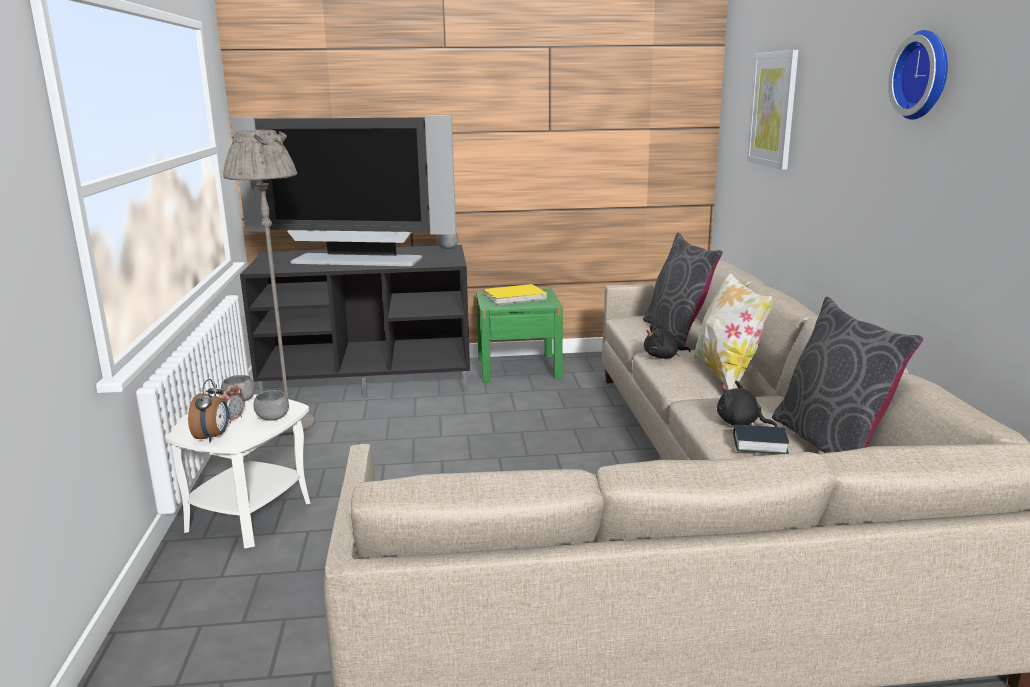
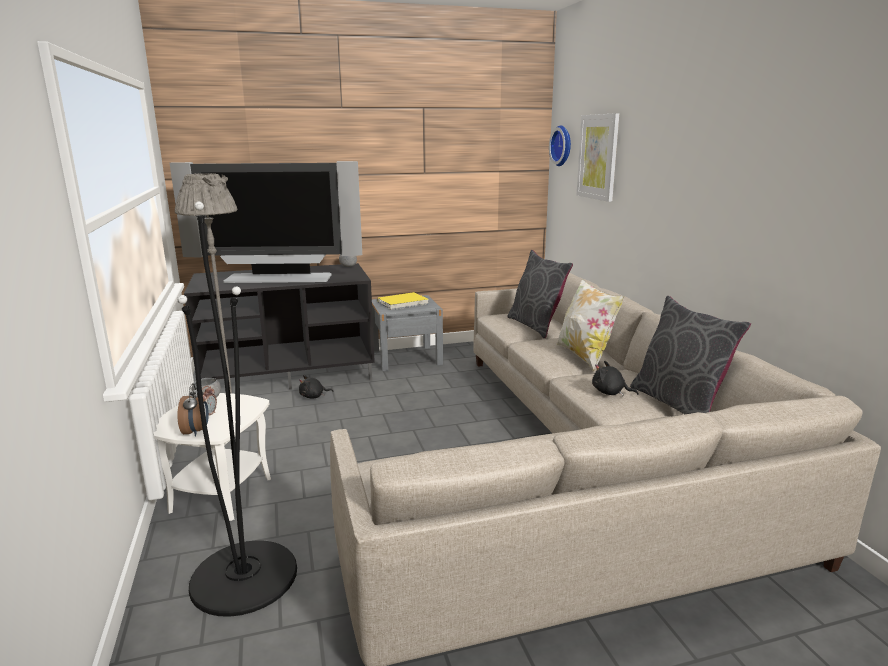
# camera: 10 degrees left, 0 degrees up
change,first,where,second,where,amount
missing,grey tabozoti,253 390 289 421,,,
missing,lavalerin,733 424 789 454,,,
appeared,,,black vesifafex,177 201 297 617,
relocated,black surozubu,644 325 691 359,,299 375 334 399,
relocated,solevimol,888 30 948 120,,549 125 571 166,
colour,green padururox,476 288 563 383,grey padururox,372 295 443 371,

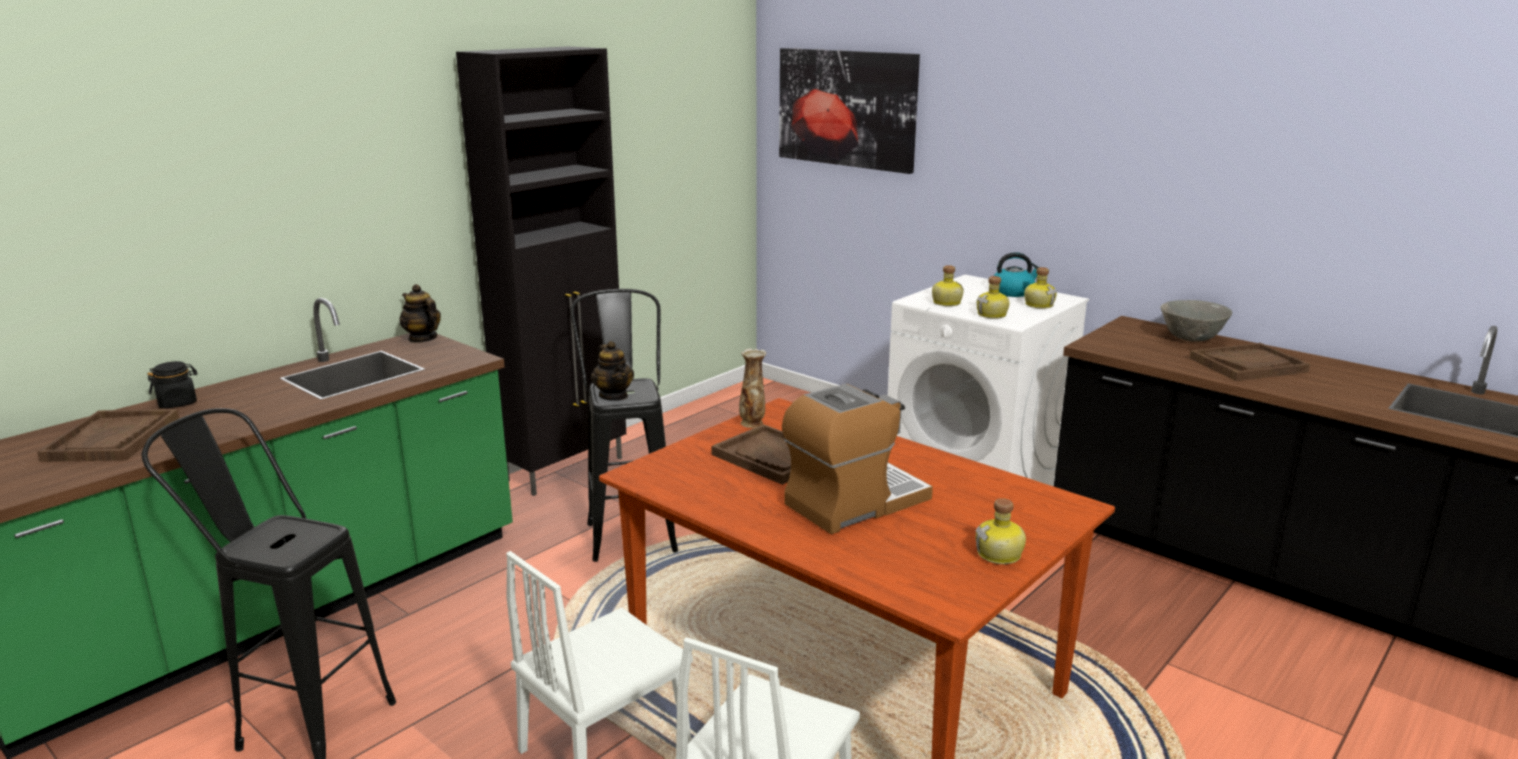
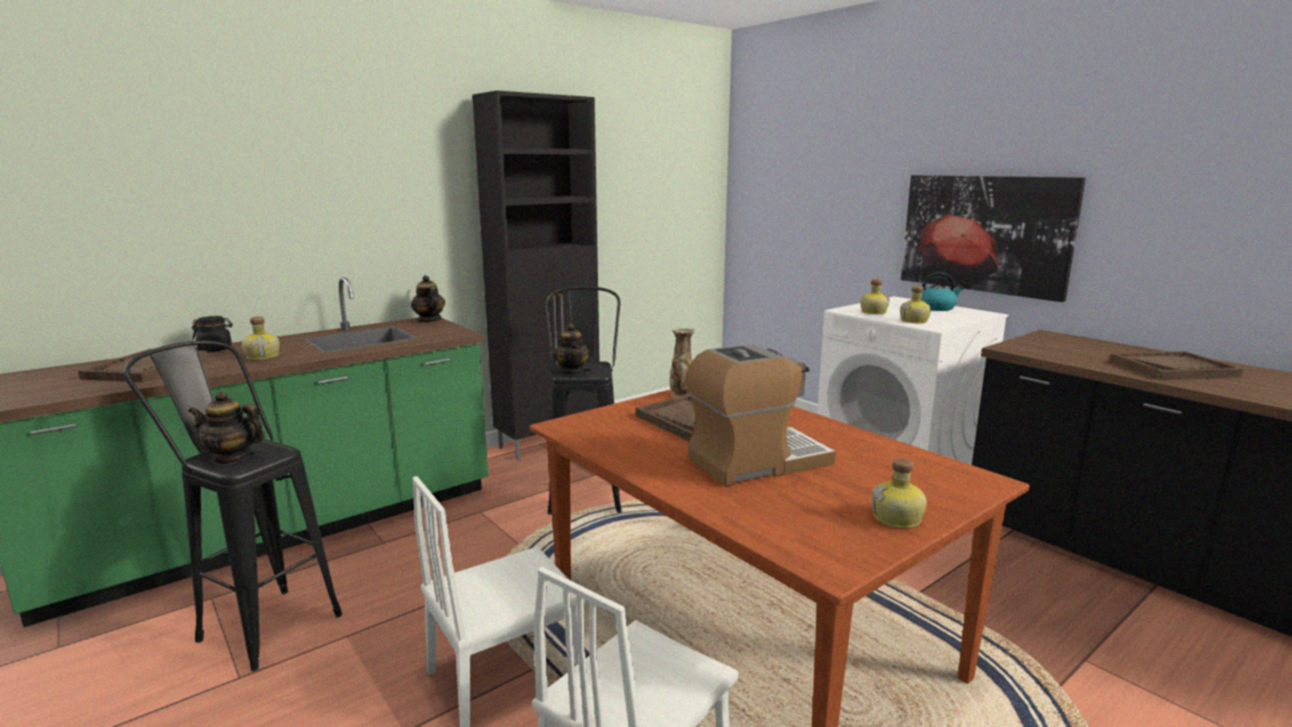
# camera: 10 degrees right, 5 degrees down
change,first,where,second,where,amount
missing,grey tabozoti,1160 300 1232 342,,,
appeared,,,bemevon,188 391 265 465,
relocated,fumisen,779 48 920 174,,901 175 1086 302,
relocated,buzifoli,1024 267 1057 309,,242 316 280 360,

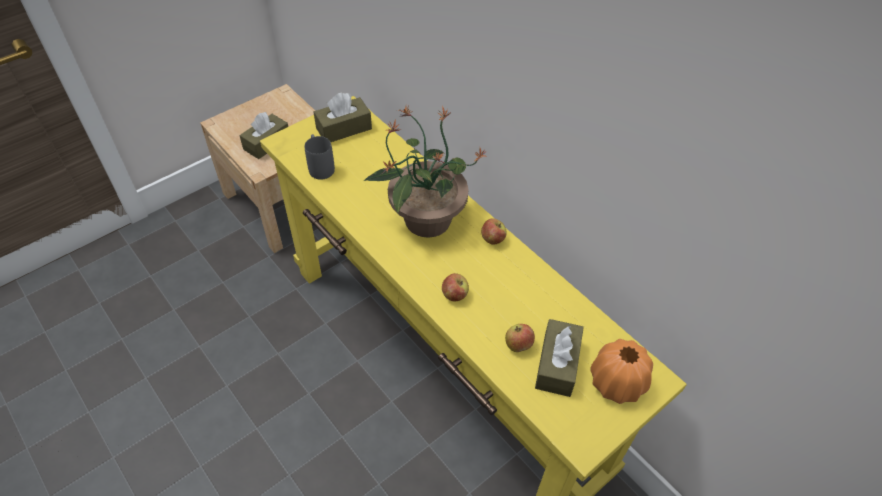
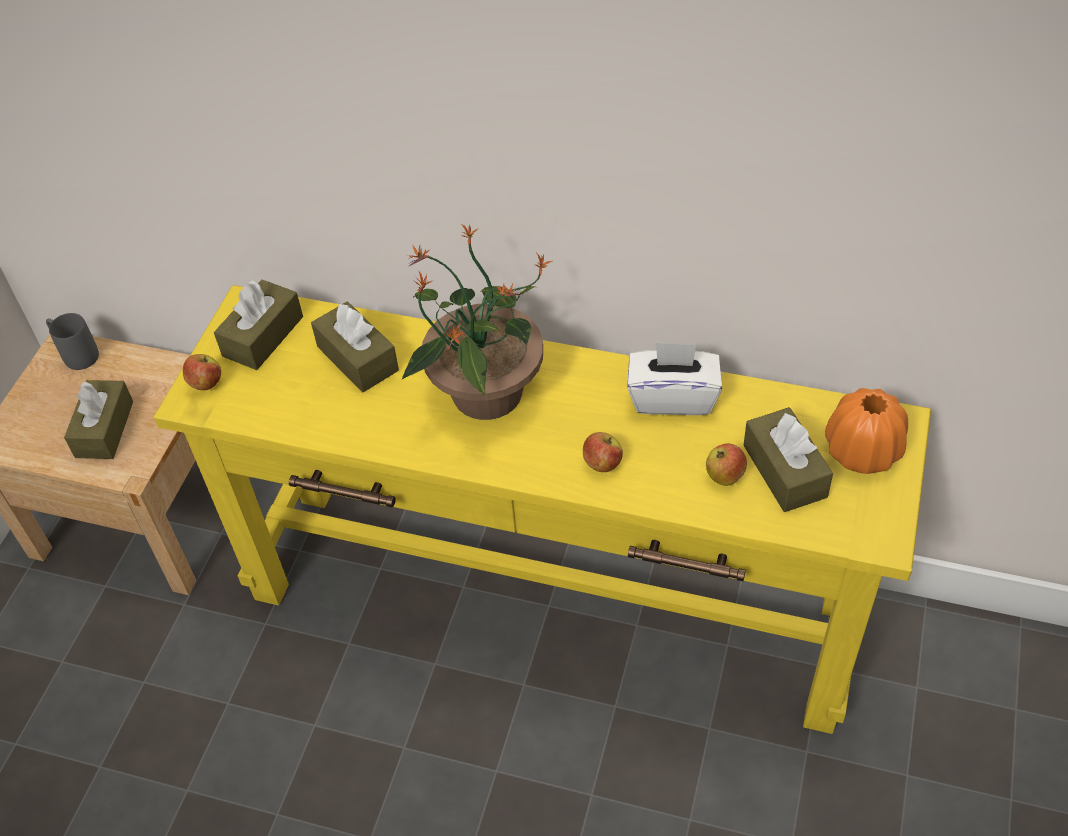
# camera: 30 degrees left, 0 degrees up
change,first,where,second,where,amount
appeared,,,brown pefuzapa,311 302 399 392,
appeared,,,white pefuzapa,627 342 722 415,
relocated,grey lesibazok,304 134 335 180,,46 313 99 370,
relocated,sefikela,481 218 507 245,,183 354 221 390,

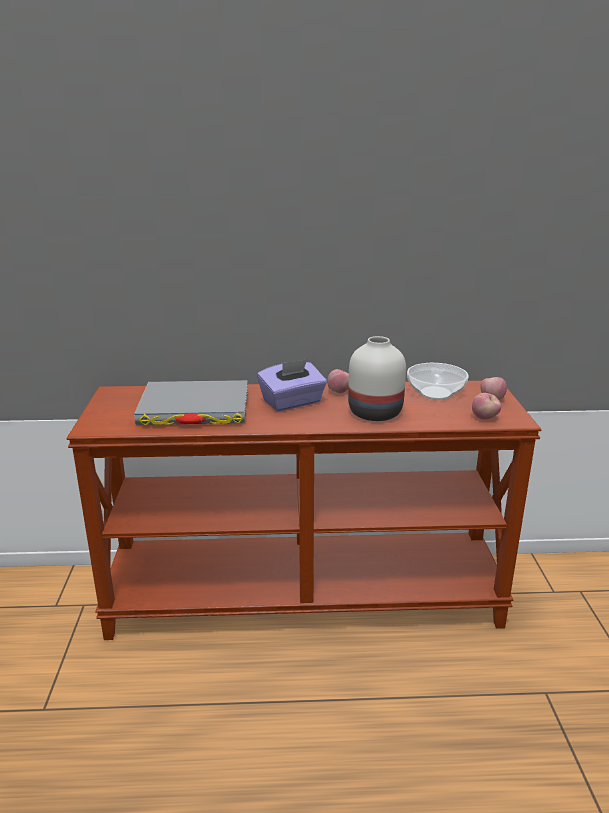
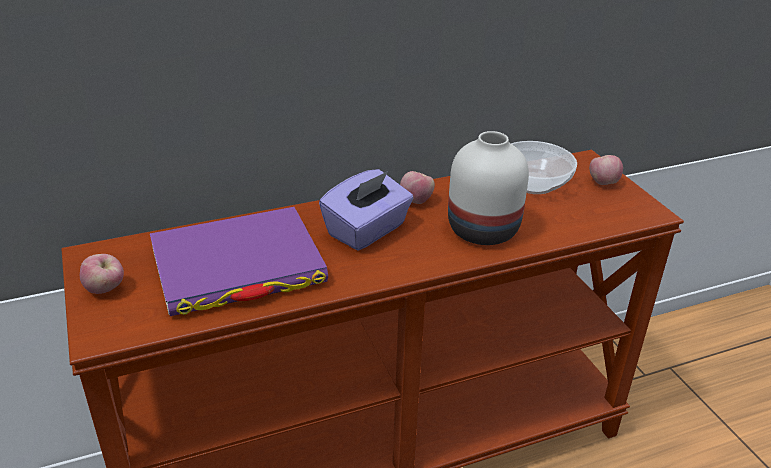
# camera: 20 degrees left, 10 degrees up
change,first,where,second,where,amount
relocated,sefikela,472 393 501 419,,80 254 124 294,
colour,grey lavalerin,134 380 248 425,purple lavalerin,150 207 328 316,

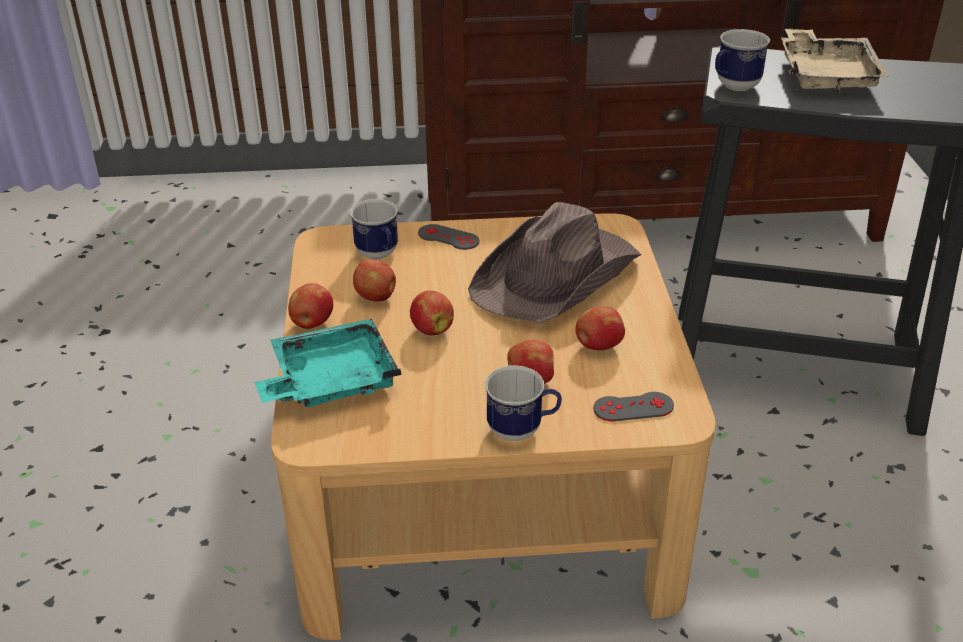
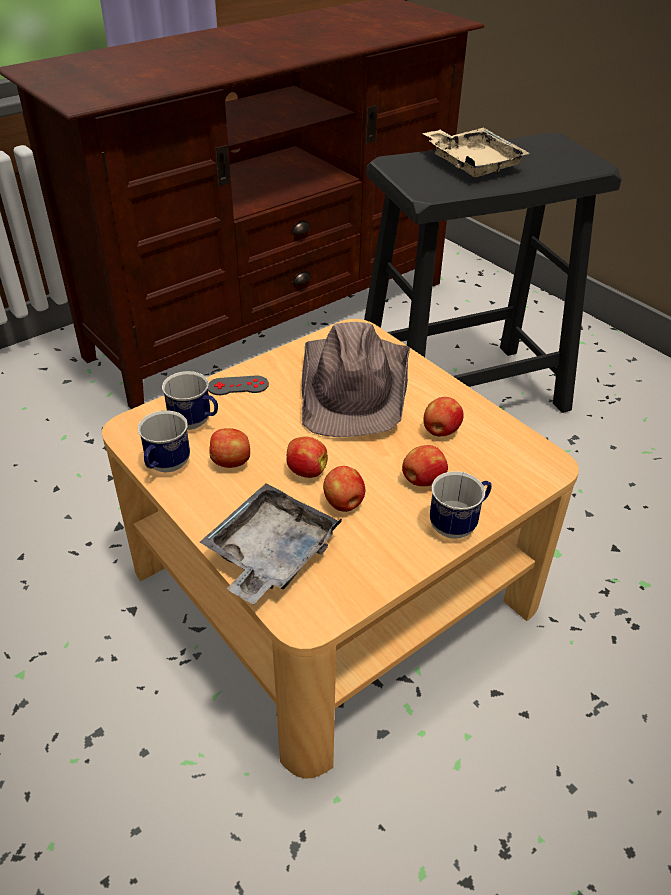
# camera: 35 degrees left, 5 degrees up
change,first,where,second,where,amount
missing,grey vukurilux,593 392 674 421,,,
relocated,sefikela,288 283 333 329,,323 466 365 512,
relocated,lesibazok,715 29 770 91,,138 410 190 472,
colour,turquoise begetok,255 319 402 408,grey begetok,199 483 342 605,

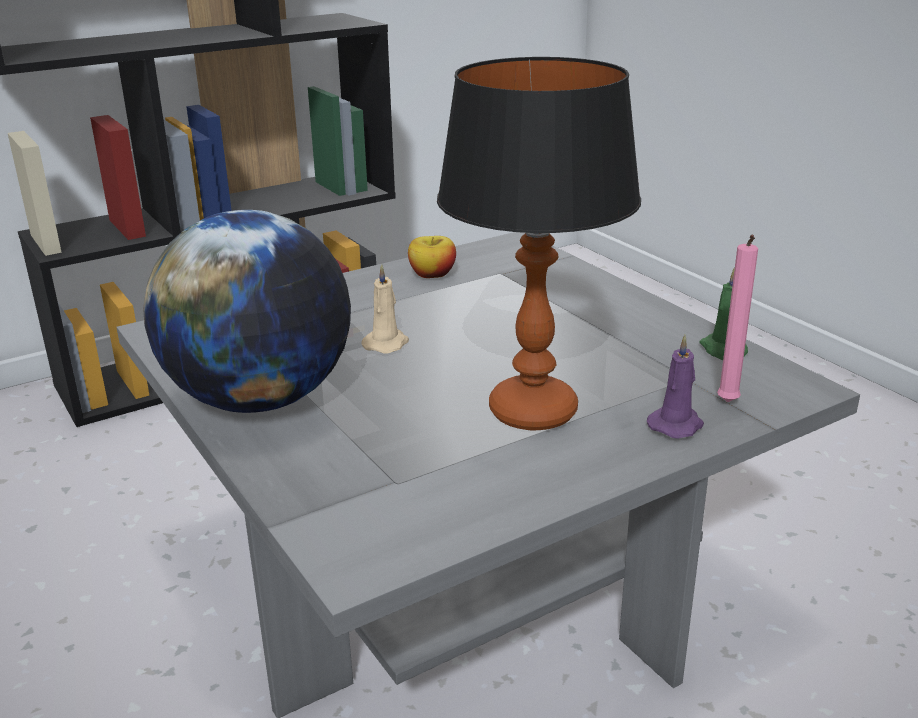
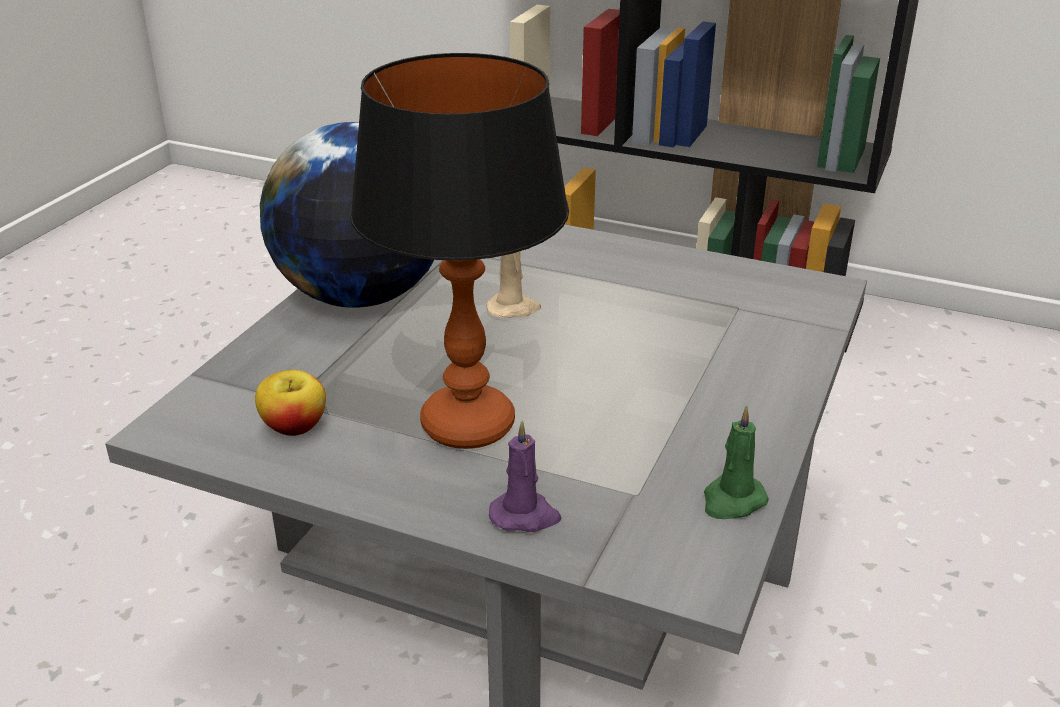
# camera: 55 degrees right, 5 degrees up
change,first,where,second,where,amount
missing,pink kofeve,717 235 758 402,,,
relocated,sefikela,408 236 456 278,,255 370 326 436,

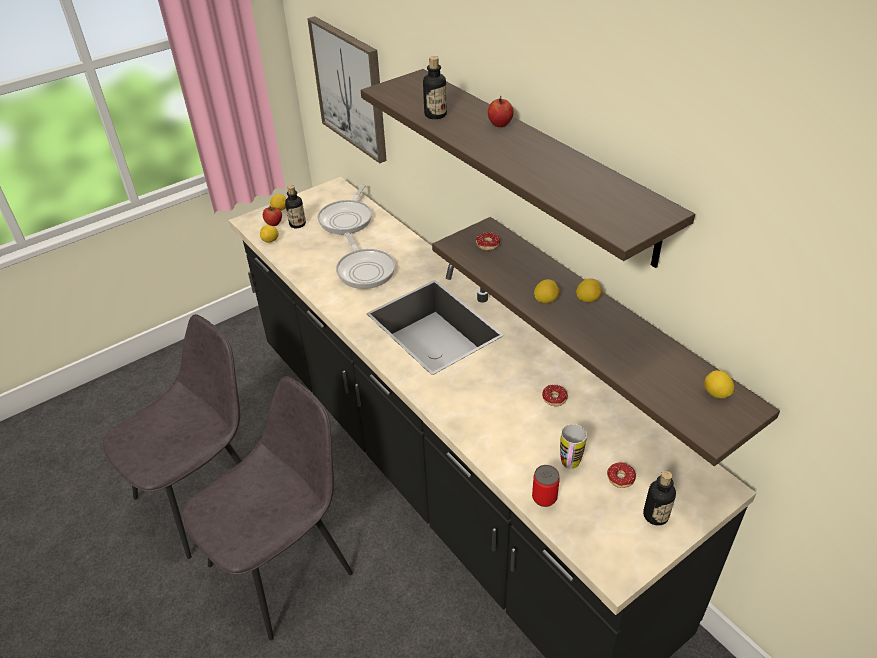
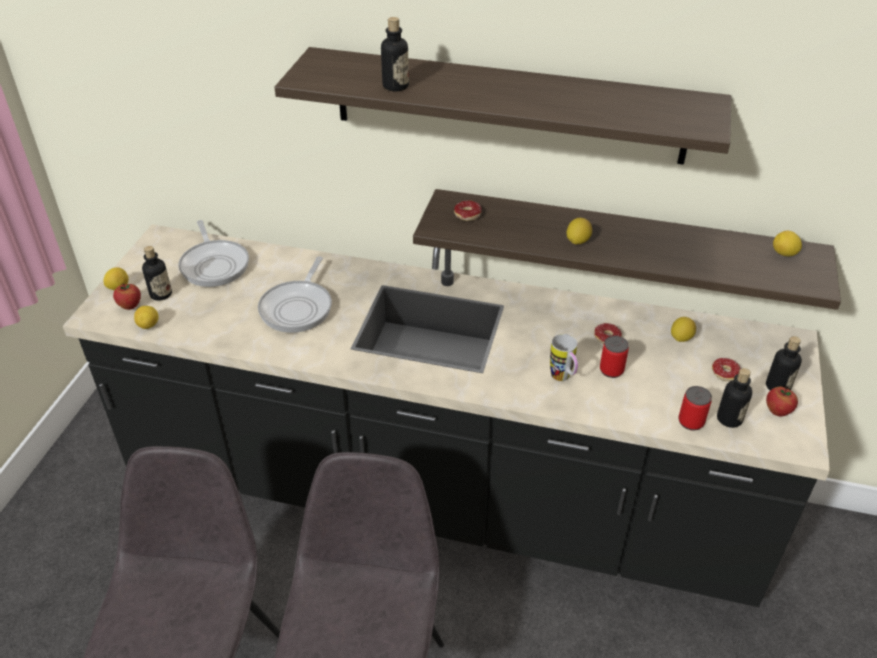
# camera: 40 degrees left, 0 degrees up
change,first,where,second,where,amount
missing,fumisen,307 16 387 163,,,
appeared,,,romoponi,600 336 629 378,
appeared,,,buzifoli,717 368 752 428,
relocated,sefikela,488 96 514 127,,766 387 798 416,
relocated,lesibazok,560 424 587 469,,550 334 578 381,
relocated,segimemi,576 278 602 302,,671 317 696 342,
spun,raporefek,336 232 395 289,,258 256 332 333,75 degrees clockwise

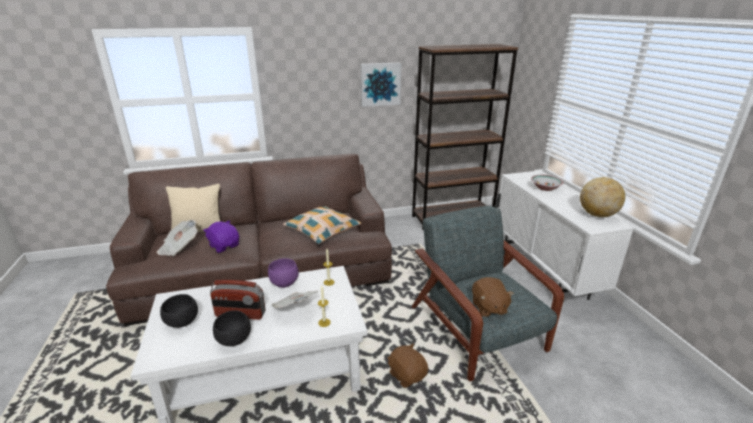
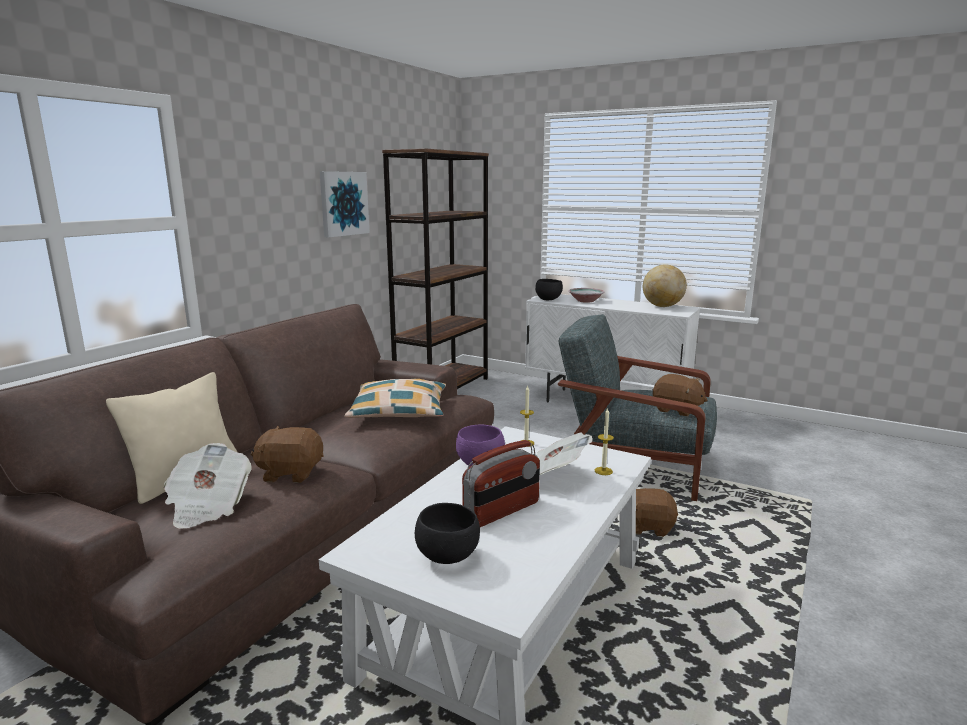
# camera: 45 degrees left, 10 degrees down
change,first,where,second,where,amount
relocated,black tabozoti,213 310 251 346,,535 279 563 300,
colour,purple surozubu,203 220 239 253,brown surozubu,251 426 323 483,

